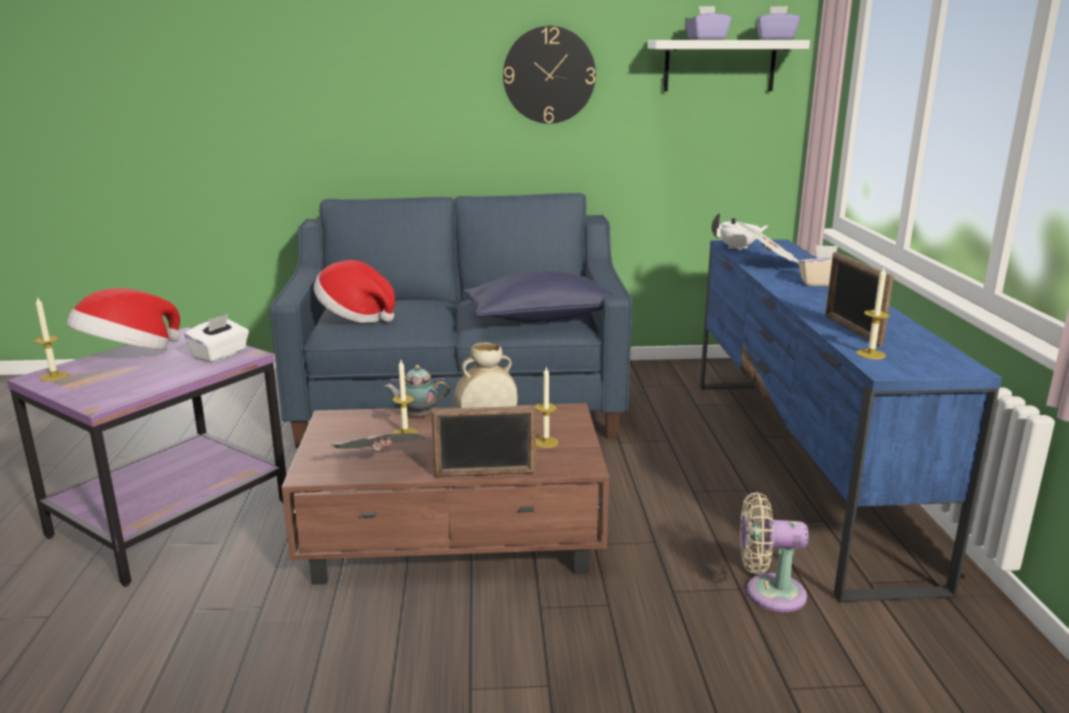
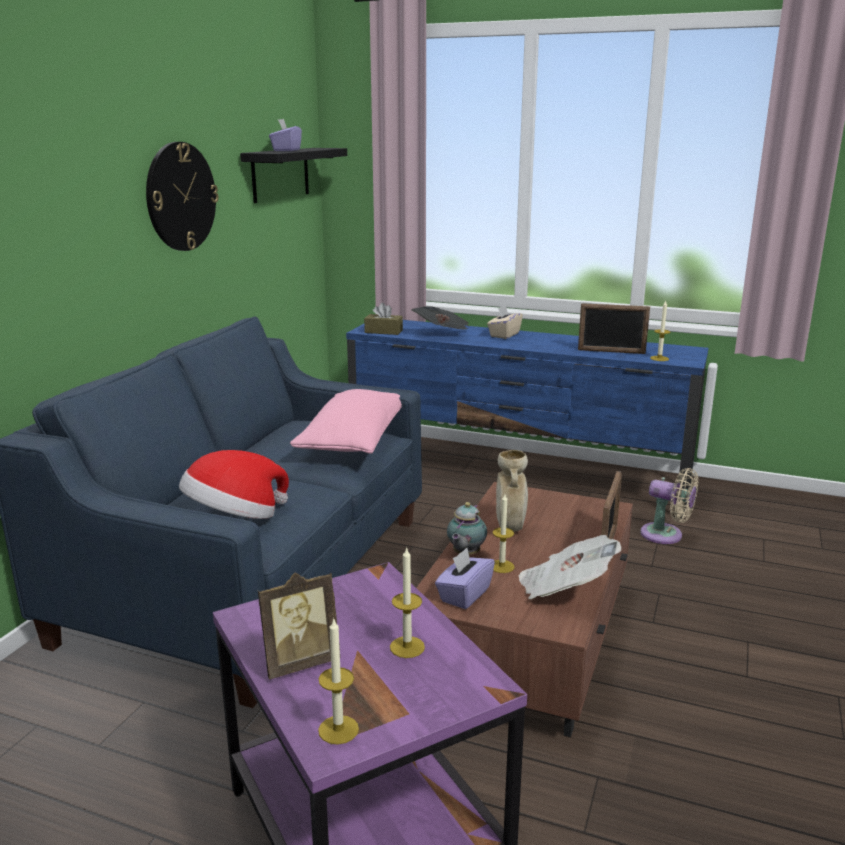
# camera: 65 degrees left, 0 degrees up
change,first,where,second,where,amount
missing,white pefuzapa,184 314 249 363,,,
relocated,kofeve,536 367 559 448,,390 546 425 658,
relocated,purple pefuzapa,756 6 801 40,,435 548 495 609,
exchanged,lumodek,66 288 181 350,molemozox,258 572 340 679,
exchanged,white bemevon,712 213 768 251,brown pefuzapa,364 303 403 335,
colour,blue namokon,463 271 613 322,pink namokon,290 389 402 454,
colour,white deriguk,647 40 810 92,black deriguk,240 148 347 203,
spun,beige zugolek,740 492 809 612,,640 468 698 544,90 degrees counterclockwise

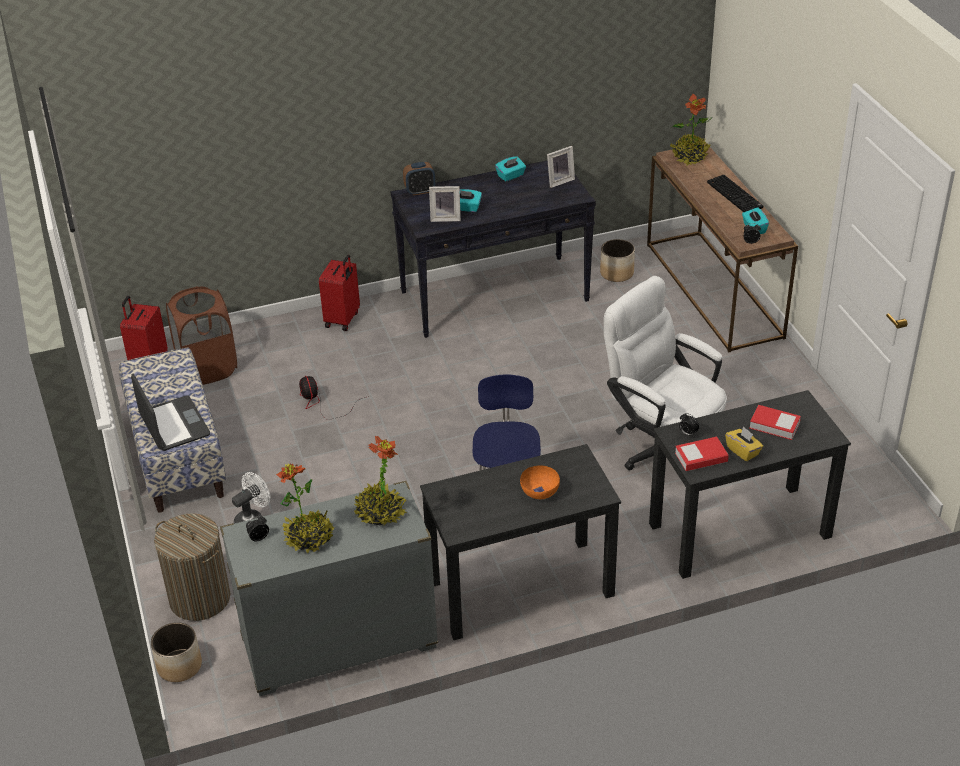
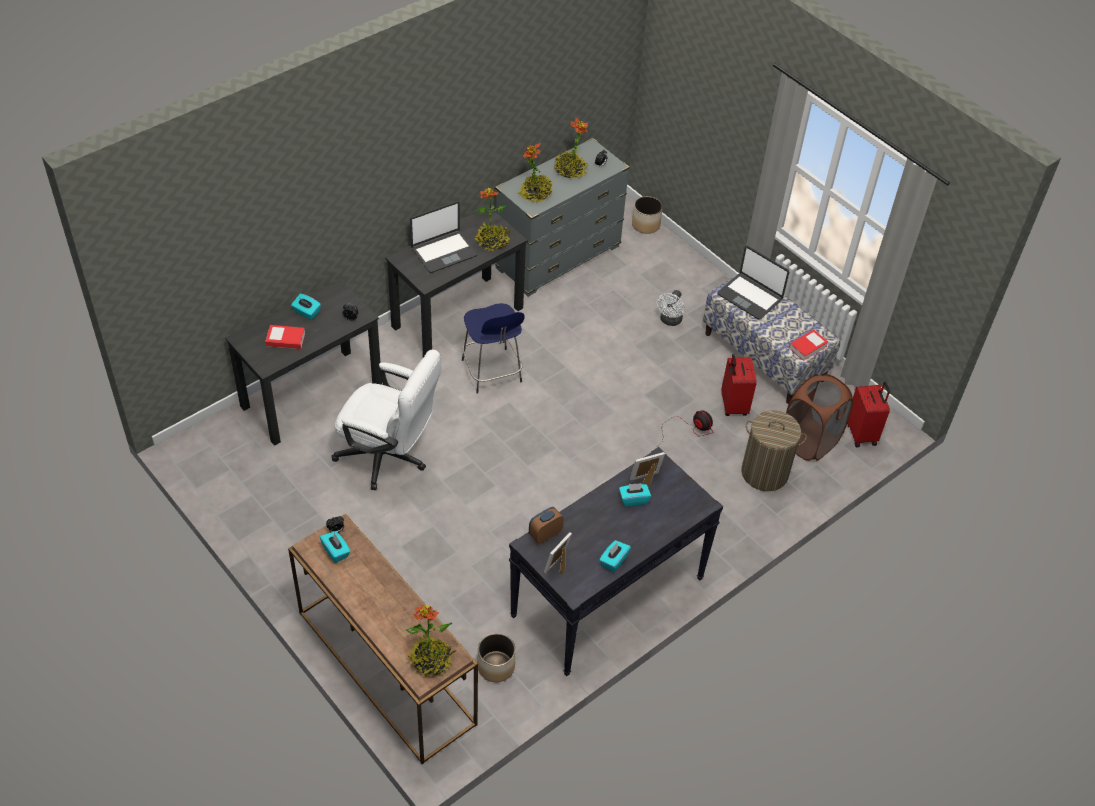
# camera: 155 degrees right, 10 degrees up
change,first,where,second,where,amount
missing,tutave,707 175 763 212,,,
appeared,,,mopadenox,475 188 511 252,
relocated,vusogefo,154 513 230 621,,741 410 807 491,
relocated,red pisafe,319 255 360 331,,721 354 757 416,
relocated,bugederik,403 162 435 196,,529 507 564 544,
relocated,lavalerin,675 437 729 471,,789 330 828 361,
exchanged,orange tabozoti,520 466 560 499,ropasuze,410 201 478 273,
colour,yellow pefuzapa,725 426 763 461,turquoise pefuzapa,291 294 321 320,

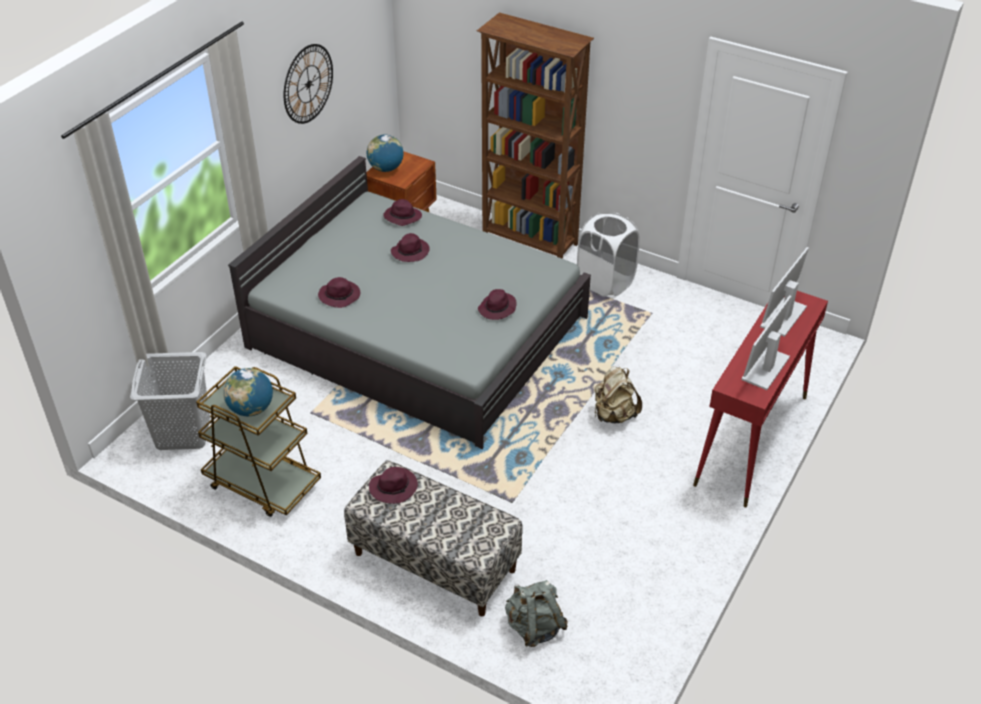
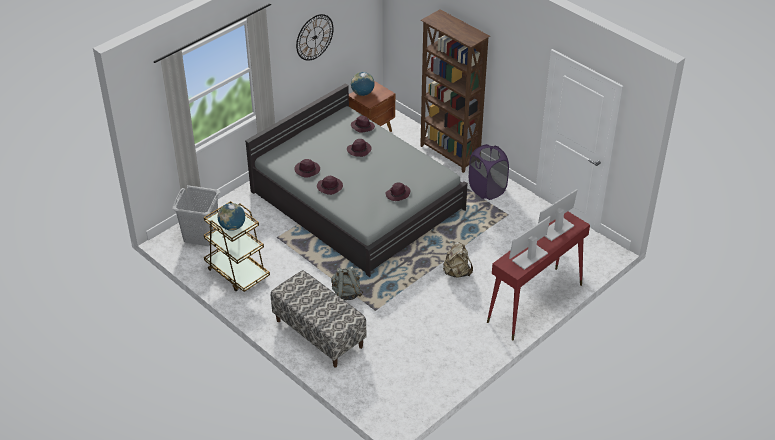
# camera: 15 degrees right, 0 degrees up
change,first,where,second,where,amount
relocated,purple lumodek,369 467 418 504,,317 176 343 195,
relocated,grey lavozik,505 580 568 647,,331 266 363 300,
colour,white vusogefo,577 213 640 297,purple vusogefo,469 144 509 200,

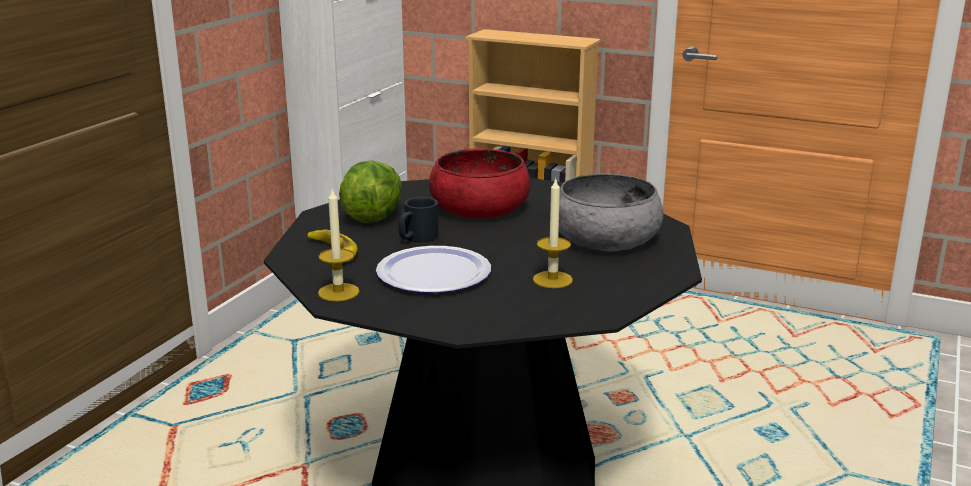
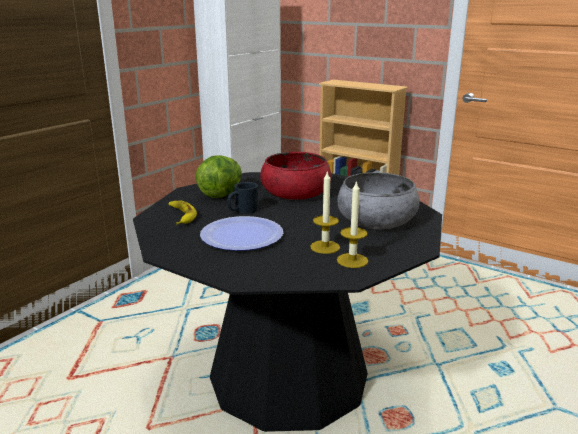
# camera: 10 degrees right, 0 degrees up
change,first,where,second,where,amount
relocated,kofeve,318 188 360 301,,337 180 368 268,

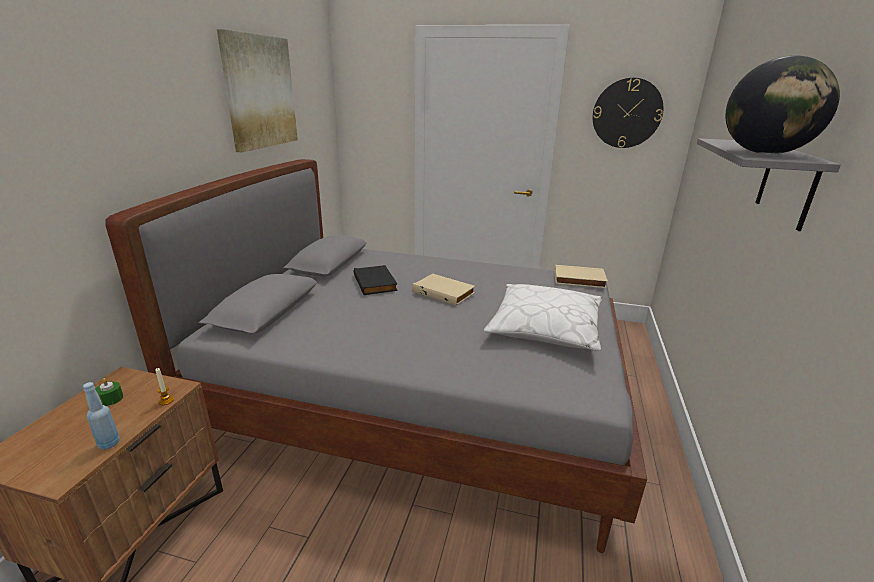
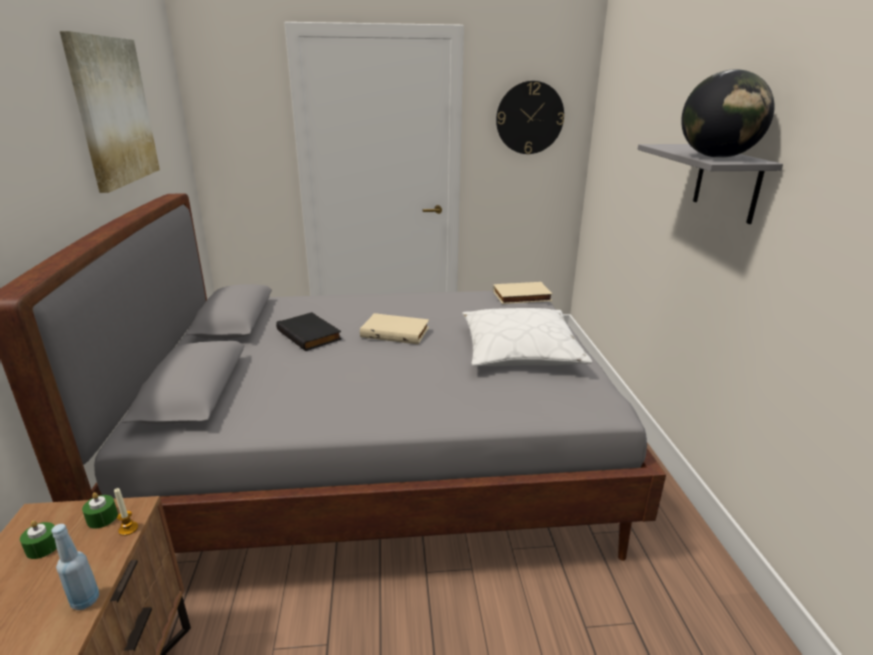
# camera: 20 degrees left, 0 degrees up
change,first,where,second,where,amount
appeared,,,green kofeve,82 492 118 529,

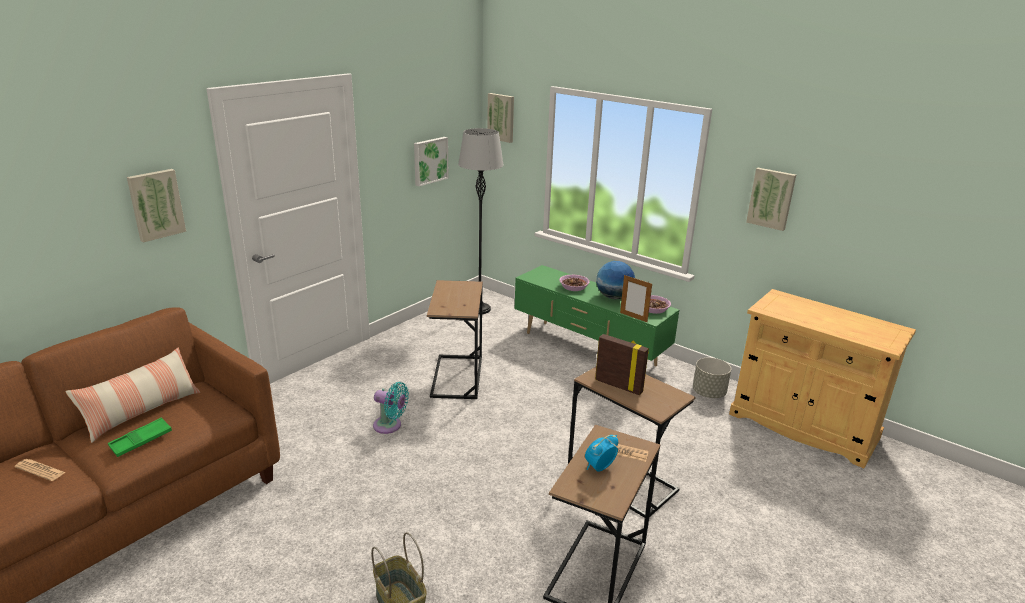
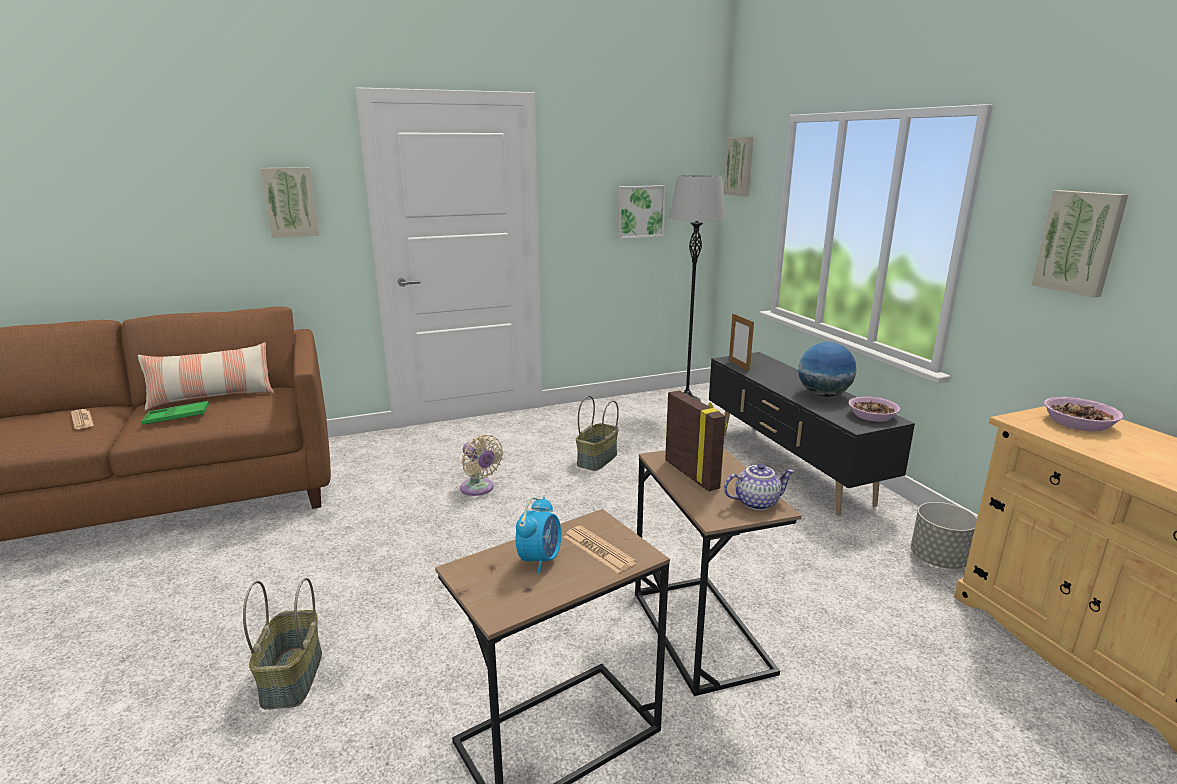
# camera: 30 degrees right, 5 degrees down
change,first,where,second,where,amount
appeared,,,bemevon,724 463 795 510,
relocated,tabozoti,559 275 590 291,,1044 397 1123 431,
relocated,molemozox,620 275 652 322,,729 313 754 371,
exchanged,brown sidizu,427 280 483 399,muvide,576 396 619 471,
colour,turquoise zugolek,373 382 409 434,beige zugolek,460 435 503 496,
colour,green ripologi,515 265 679 366,black ripologi,709 352 915 516,
spun,bugederik,585 435 618 472,,515 497 561 574,120 degrees clockwise

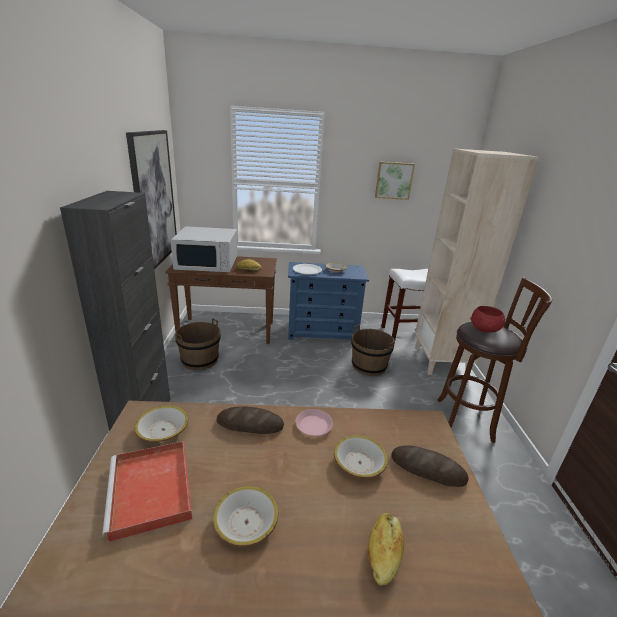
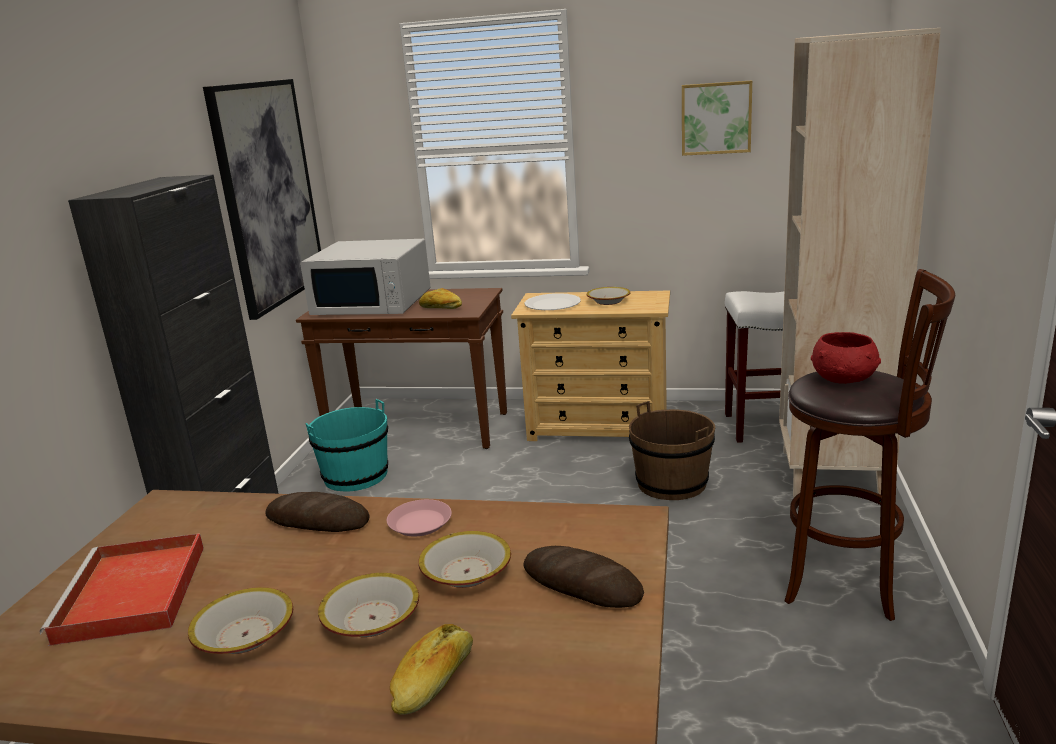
# camera: 15 degrees right, 5 degrees down
change,first,where,second,where,amount
relocated,tabozoti,134 405 188 442,,318 573 419 637,
colour,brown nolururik,175 318 221 370,turquoise nolururik,305 399 388 492,
colour,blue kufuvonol,288 262 369 340,beige kufuvonol,511 290 670 441,

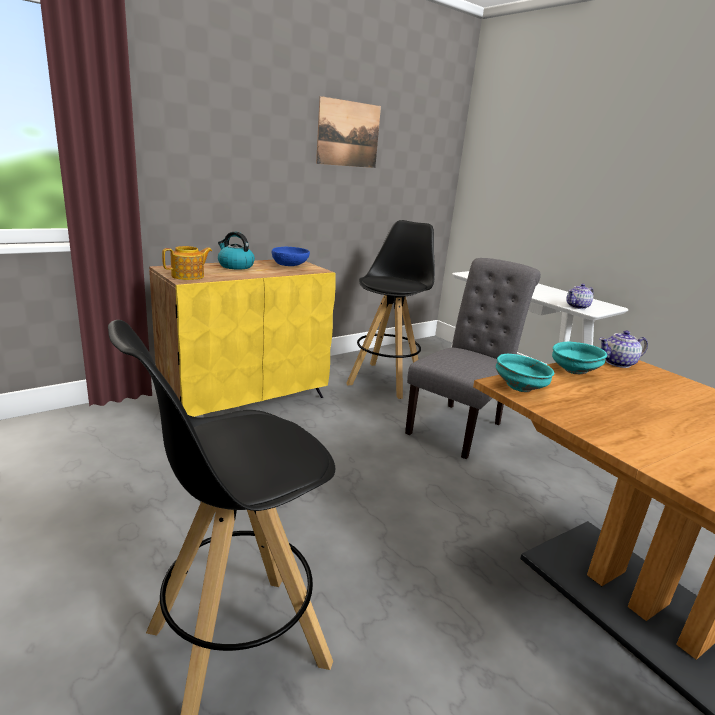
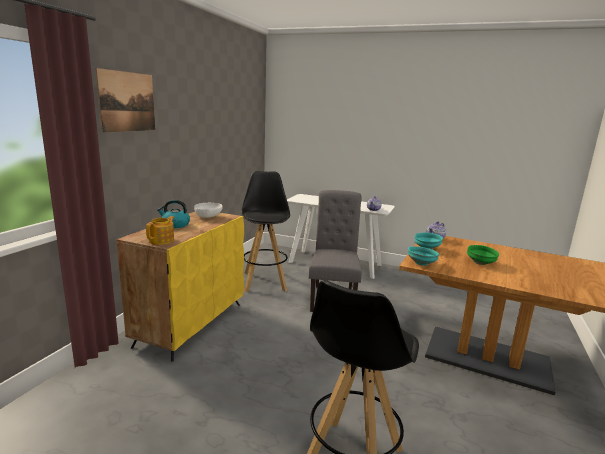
# camera: 30 degrees left, 5 degrees down
change,first,where,second,where,amount
appeared,,,green tabozoti,467 245 499 265,
relocated,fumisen,316 96 381 168,,96 68 155 133,
colour,blue tabozoti,272 247 310 266,white tabozoti,194 203 222 218,

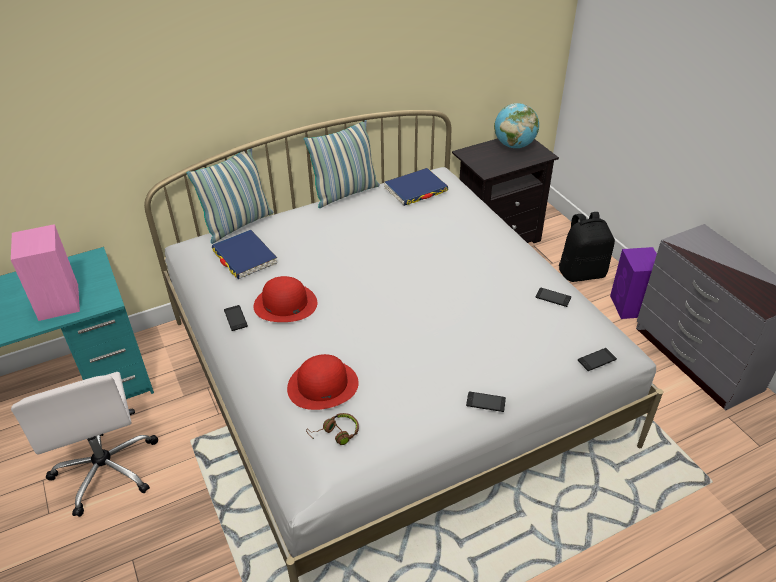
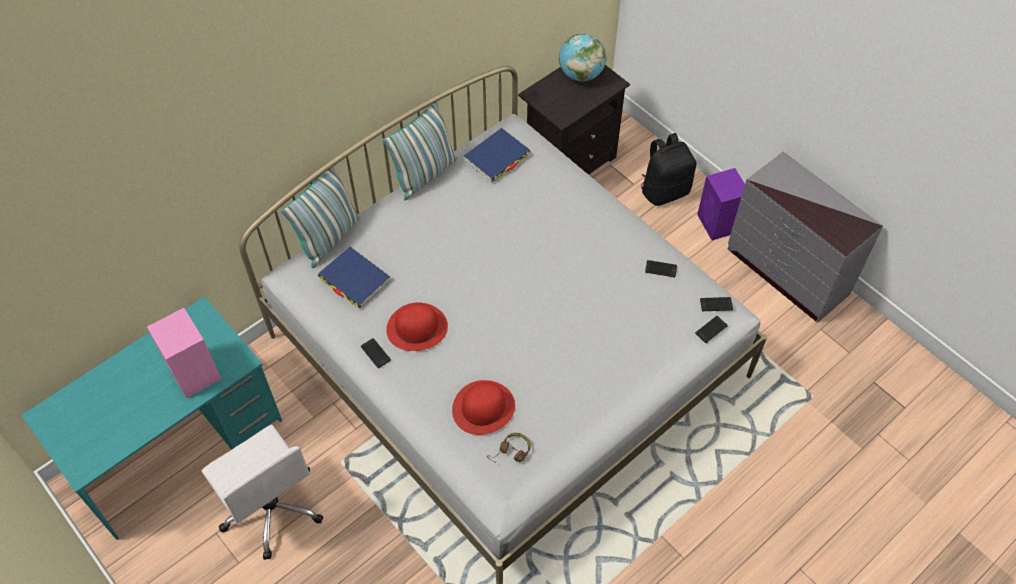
# camera: 15 degrees left, 15 degrees up
change,first,where,second,where,amount
relocated,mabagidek,466 392 506 412,,700 297 733 311,

